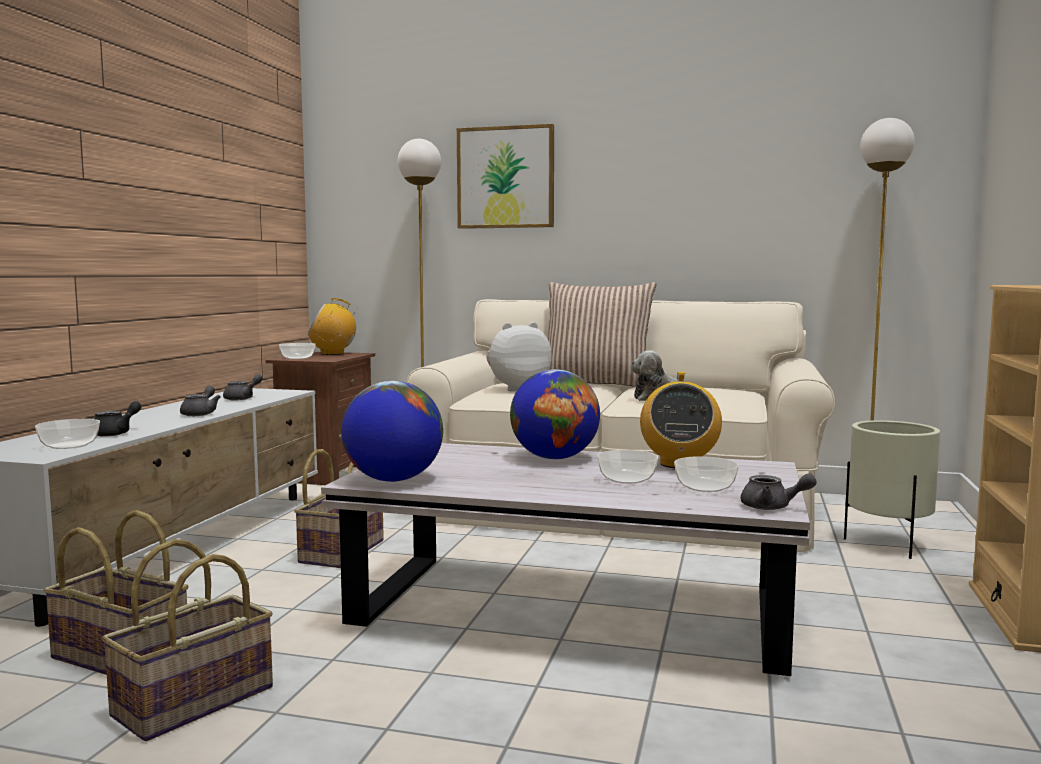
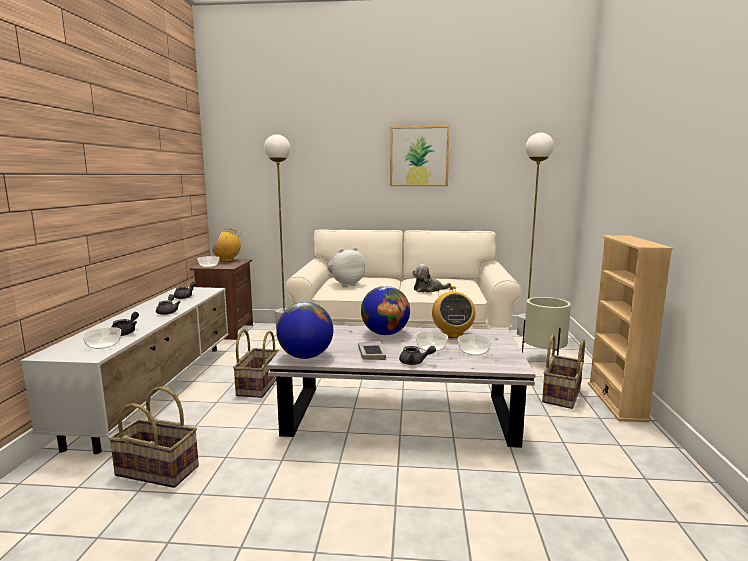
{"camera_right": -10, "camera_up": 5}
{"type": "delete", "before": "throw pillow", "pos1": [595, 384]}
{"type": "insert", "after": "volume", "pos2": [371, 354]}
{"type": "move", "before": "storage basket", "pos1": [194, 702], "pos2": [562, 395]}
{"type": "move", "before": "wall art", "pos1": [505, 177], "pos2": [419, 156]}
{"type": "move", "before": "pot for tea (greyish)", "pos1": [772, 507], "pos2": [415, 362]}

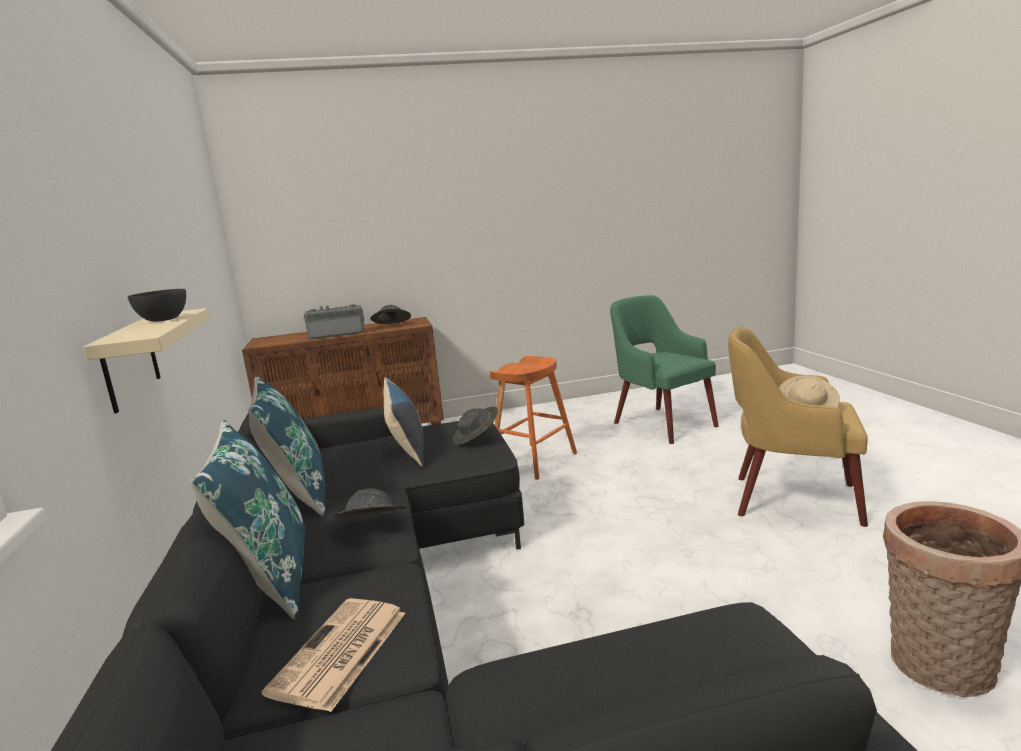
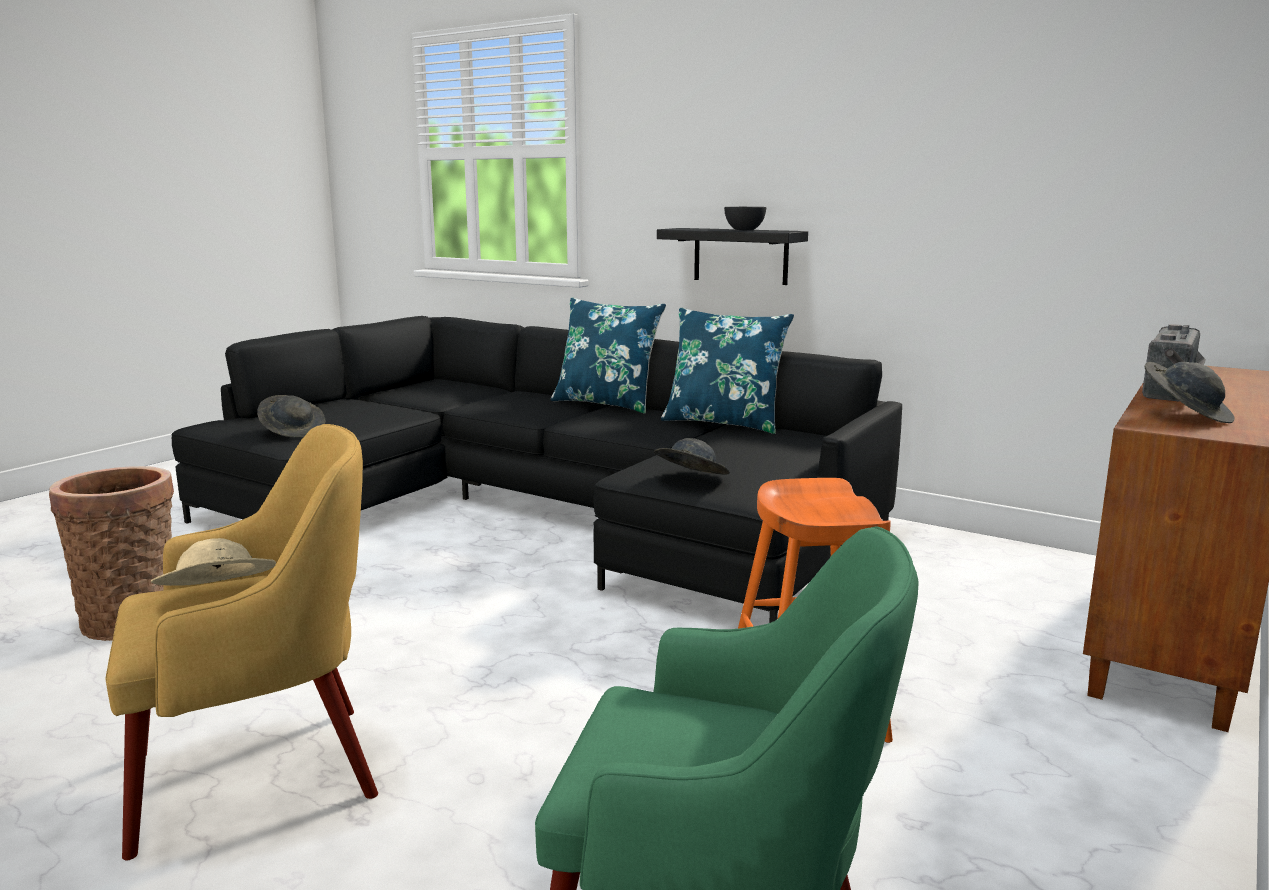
{"camera_right": 135, "camera_up": 0}
{"type": "delete", "before": "newspaper", "pos1": [339, 653]}
{"type": "delete", "before": "throw pillow", "pos1": [406, 446]}
{"type": "move", "before": "wearable hat (greyish)", "pos1": [371, 527], "pos2": [293, 431]}
{"type": "recolor", "before": "shelf (sand-coloured)", "after": "shelf (blackish)", "pos1": [130, 361], "pos2": [740, 256]}

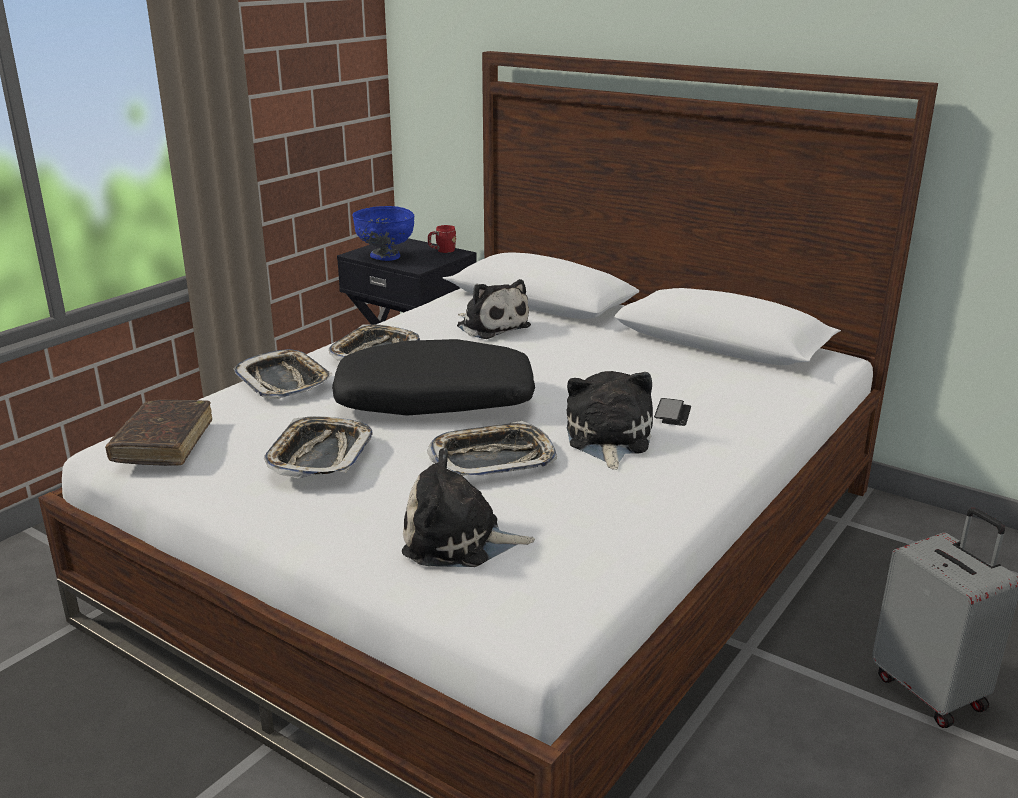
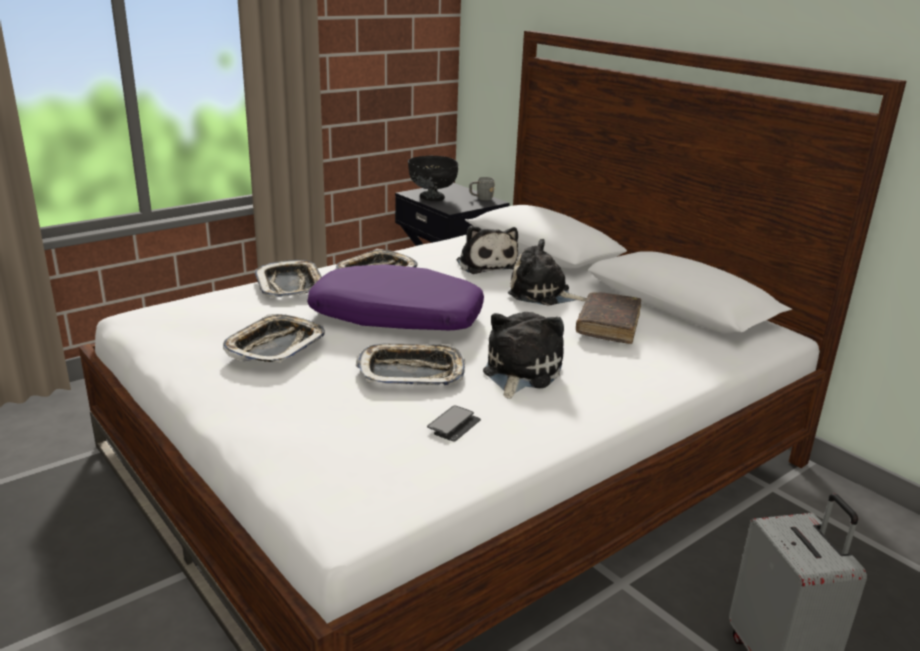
{"camera_right": 15, "camera_up": 0}
{"type": "move", "before": "volume (brown-coloured)", "pos1": [163, 443], "pos2": [608, 325]}
{"type": "move", "before": "cuddly toy", "pos1": [459, 541], "pos2": [542, 294]}
{"type": "move", "before": "handset", "pos1": [672, 413], "pos2": [454, 425]}
{"type": "recolor", "before": "throw pillow (blackish)", "after": "throw pillow (purple-coloured)", "pos1": [434, 401], "pos2": [396, 318]}
{"type": "recolor", "before": "bowl (blue-coloured)", "after": "bowl (blackish)", "pos1": [385, 257], "pos2": [432, 198]}
{"type": "recolor", "before": "tea mug (reddish)", "after": "tea mug (greyish)", "pos1": [442, 251], "pos2": [481, 199]}

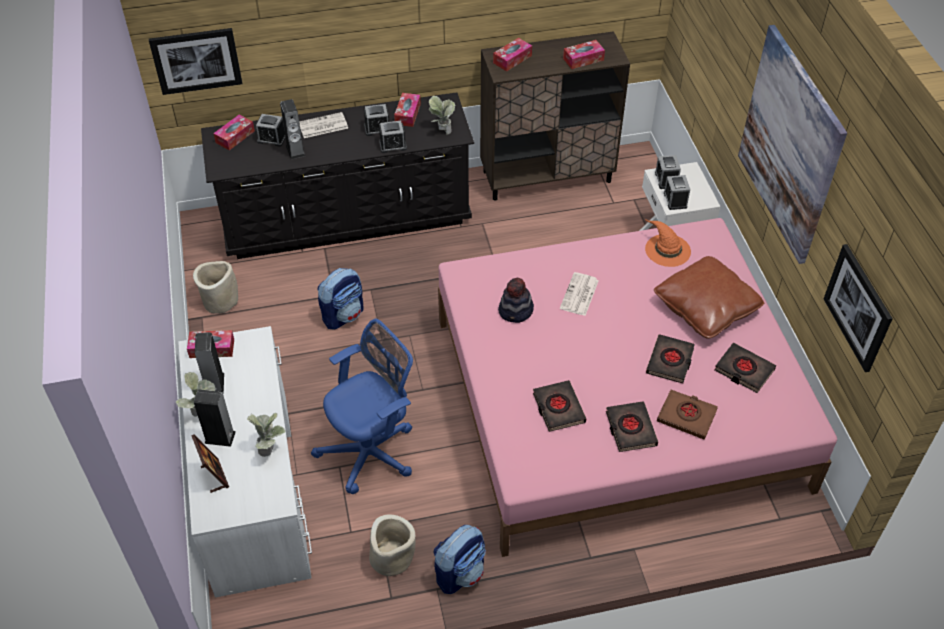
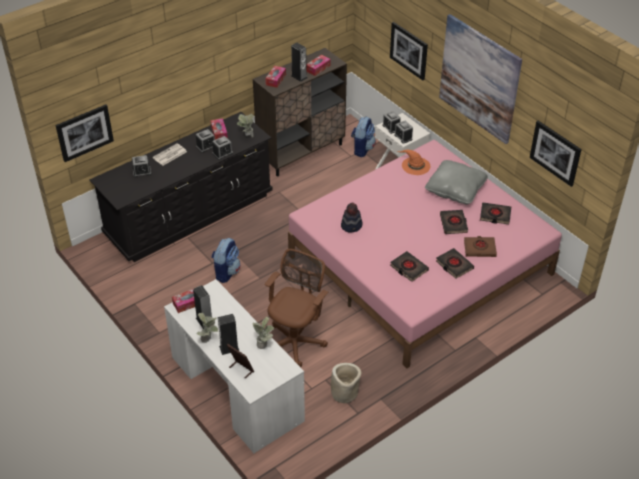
{"camera_right": -25, "camera_up": -5}
{"type": "delete", "before": "plant pot (sand-coloured)", "pos1": [220, 300]}
{"type": "delete", "before": "tissue holder", "pos1": [235, 137]}
{"type": "delete", "before": "newspaper", "pos1": [579, 295]}
{"type": "insert", "after": "wall art", "pos2": [409, 50]}
{"type": "move", "before": "audio speaker", "pos1": [295, 150], "pos2": [299, 76]}
{"type": "move", "before": "rucksack", "pos1": [460, 572], "pos2": [362, 149]}
{"type": "recolor", "before": "office chair (blue-coloured)", "after": "office chair (brown-coloured)", "pos1": [372, 451], "pos2": [295, 341]}
{"type": "recolor", "before": "throw pillow (brown-coloured)", "after": "throw pillow (greyish)", "pos1": [705, 307], "pos2": [455, 189]}

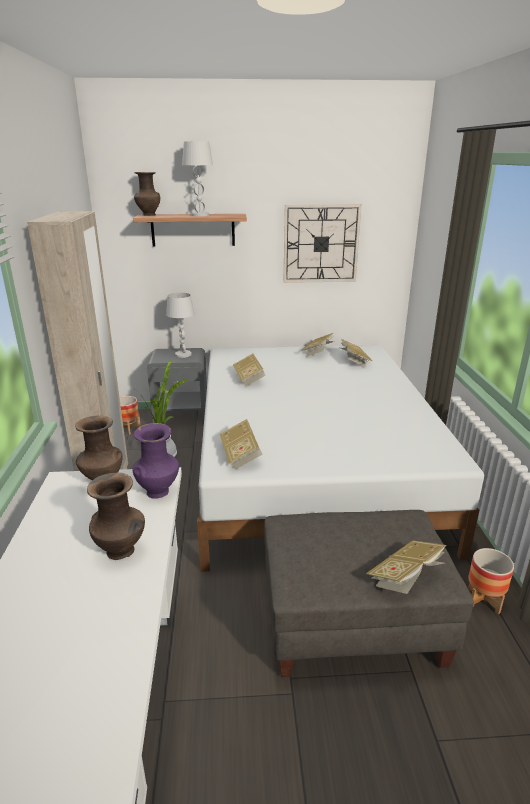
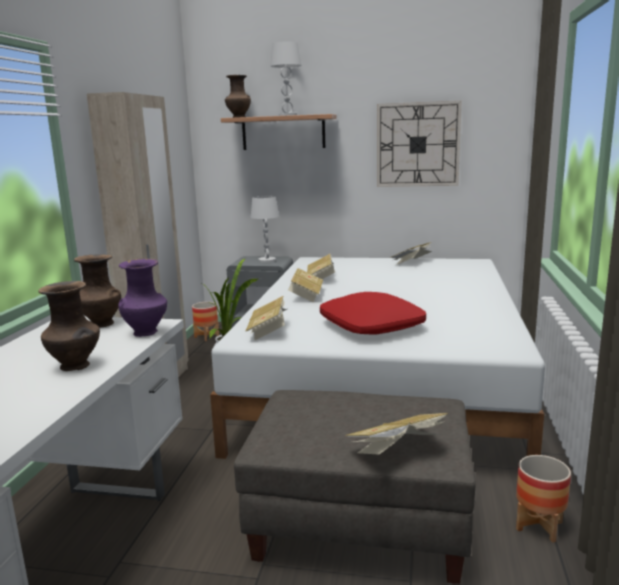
{"camera_right": 15, "camera_up": -10}
{"type": "insert", "after": "throw pillow (reddish)", "pos2": [370, 326]}
{"type": "move", "before": "volume", "pos1": [354, 361], "pos2": [306, 296]}

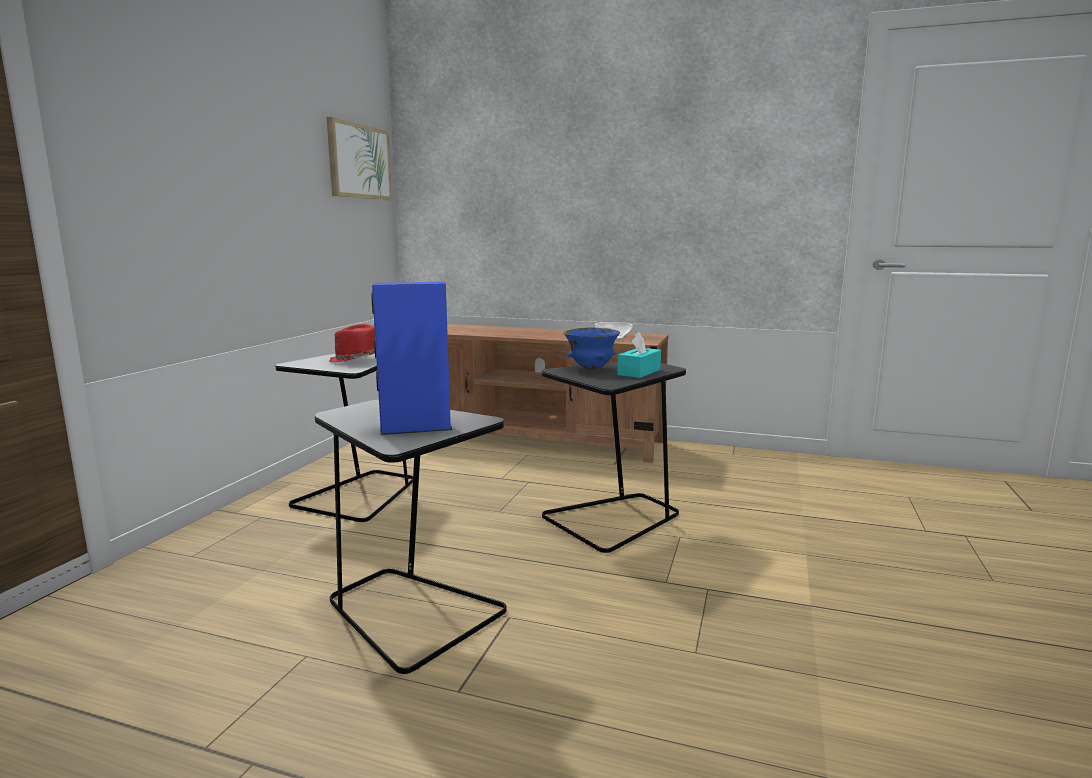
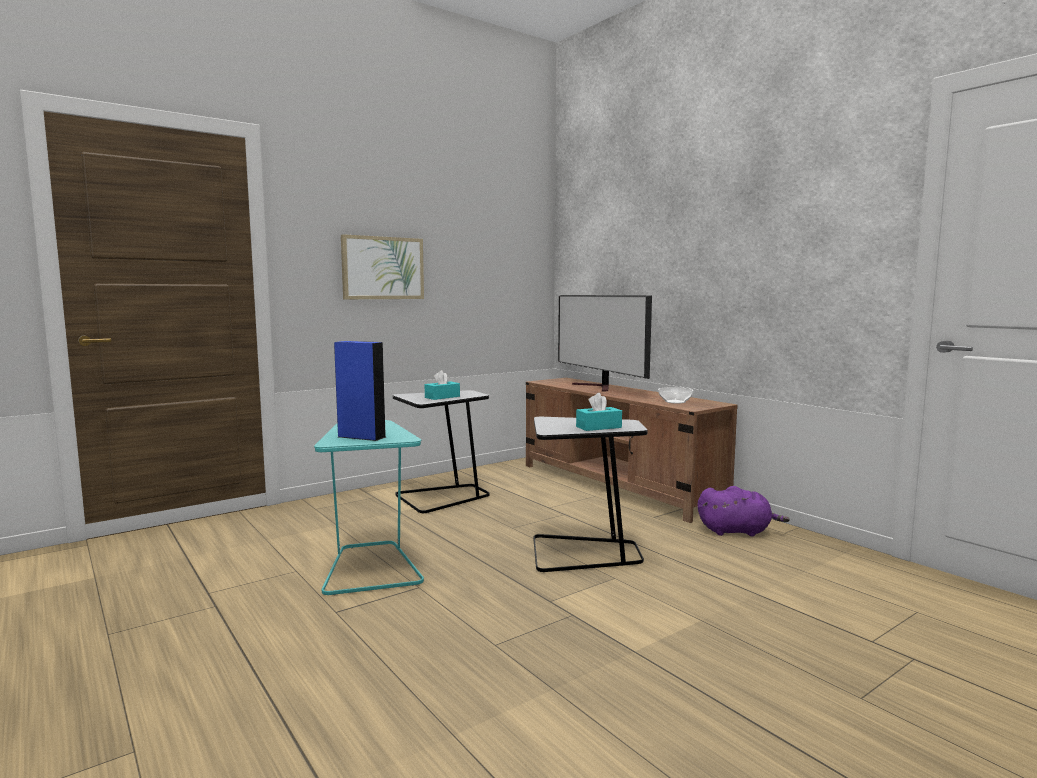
{"camera_right": 35, "camera_up": -5}
{"type": "delete", "before": "bowl (blue-coloured)", "pos1": [591, 368]}
{"type": "insert", "after": "television", "pos2": [599, 387]}
{"type": "insert", "after": "cuddly toy (purple-coloured)", "pos2": [737, 531]}
{"type": "move", "before": "wall art", "pos1": [359, 161], "pos2": [383, 268]}
{"type": "replace", "before": "wearable hat (reddish)", "after": "tissue holder (turquoise)", "pos1": [358, 360], "pos2": [442, 397]}
{"type": "recolor", "before": "side table (blackish)", "after": "side table (turquoise)", "pos1": [409, 613], "pos2": [371, 568]}

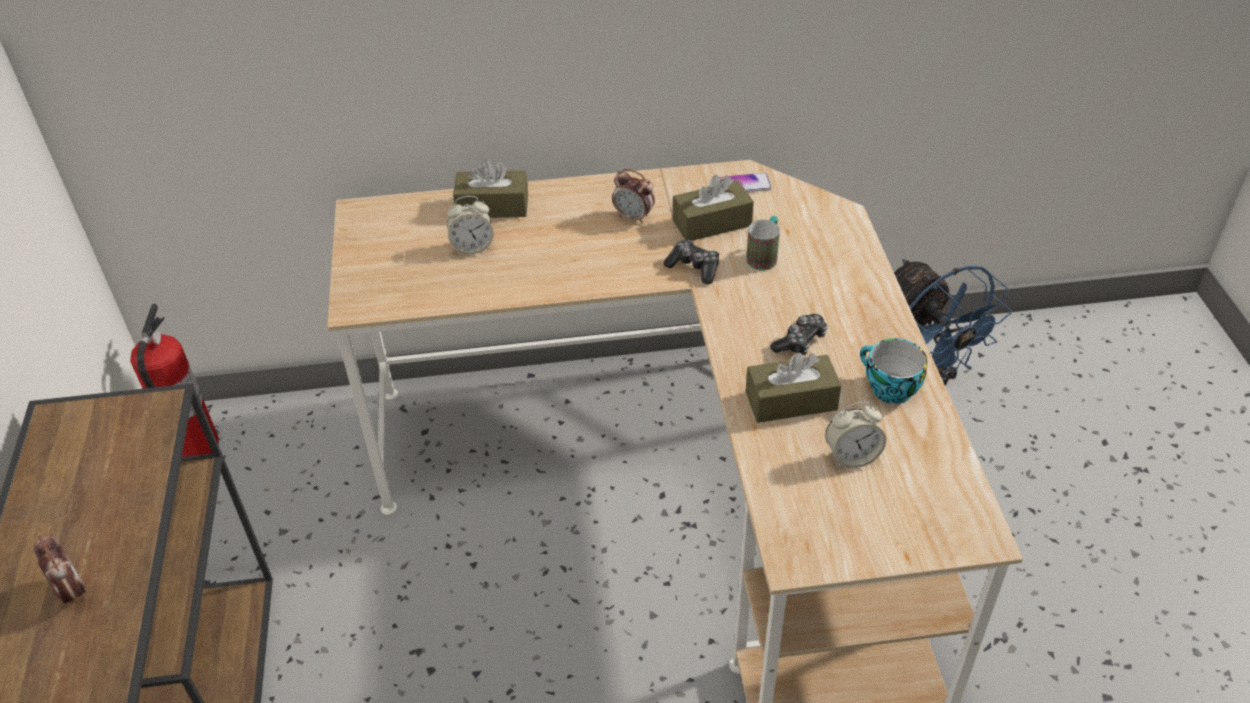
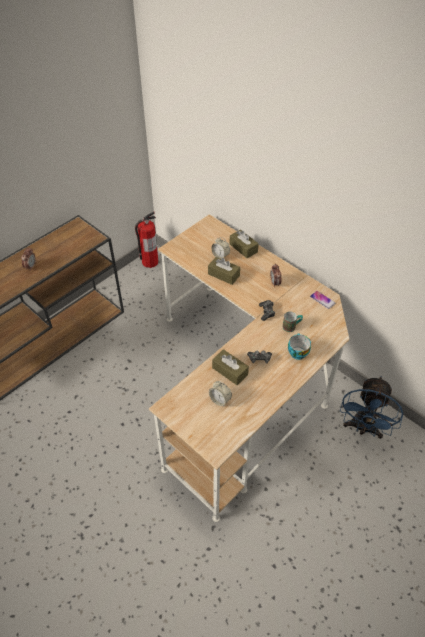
{"camera_right": 50, "camera_up": 5}
{"type": "move", "before": "tissue holder (brown-coloured)", "pos1": [712, 223], "pos2": [223, 275]}
{"type": "move", "before": "drinking cup", "pos1": [888, 389], "pos2": [297, 352]}

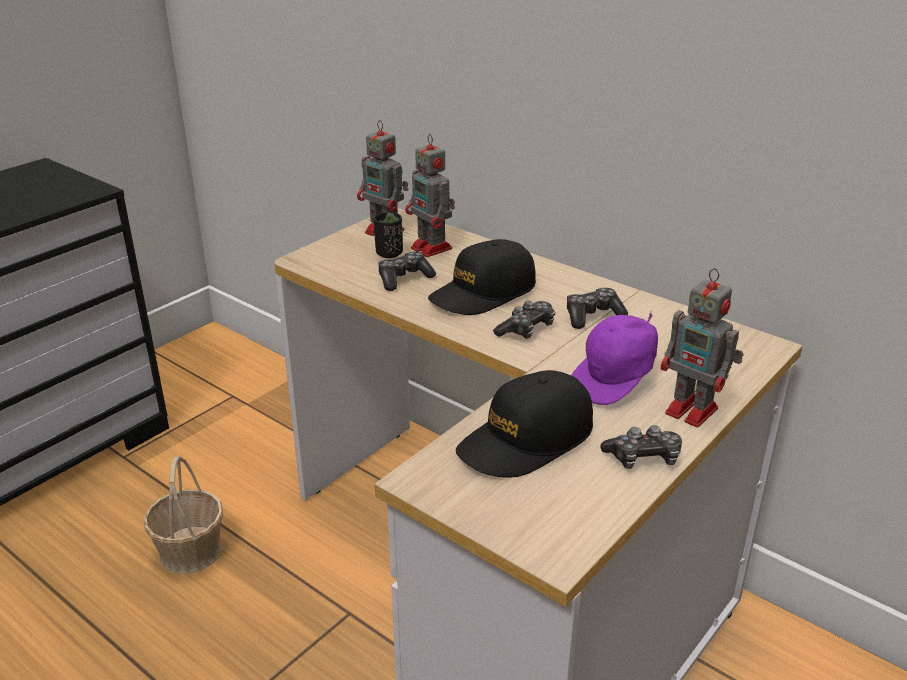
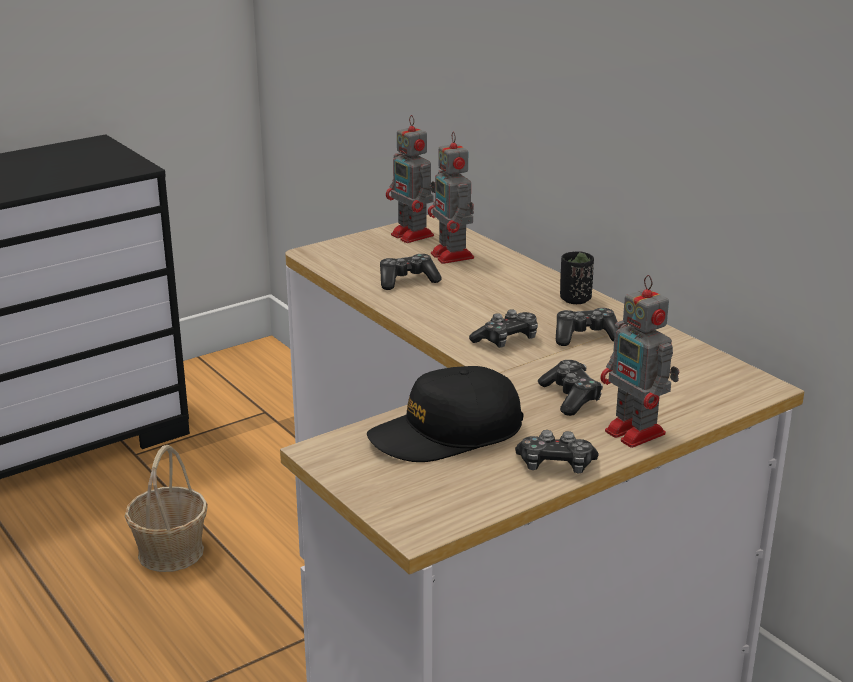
{"camera_right": 15, "camera_up": -5}
{"type": "delete", "before": "peaked cap (blackish)", "pos1": [483, 293]}
{"type": "move", "before": "drinking cup (blackish)", "pos1": [389, 253], "pos2": [575, 299]}
{"type": "replace", "before": "peaked cap (purple-coloured)", "after": "game controller", "pos1": [615, 381], "pos2": [571, 397]}

